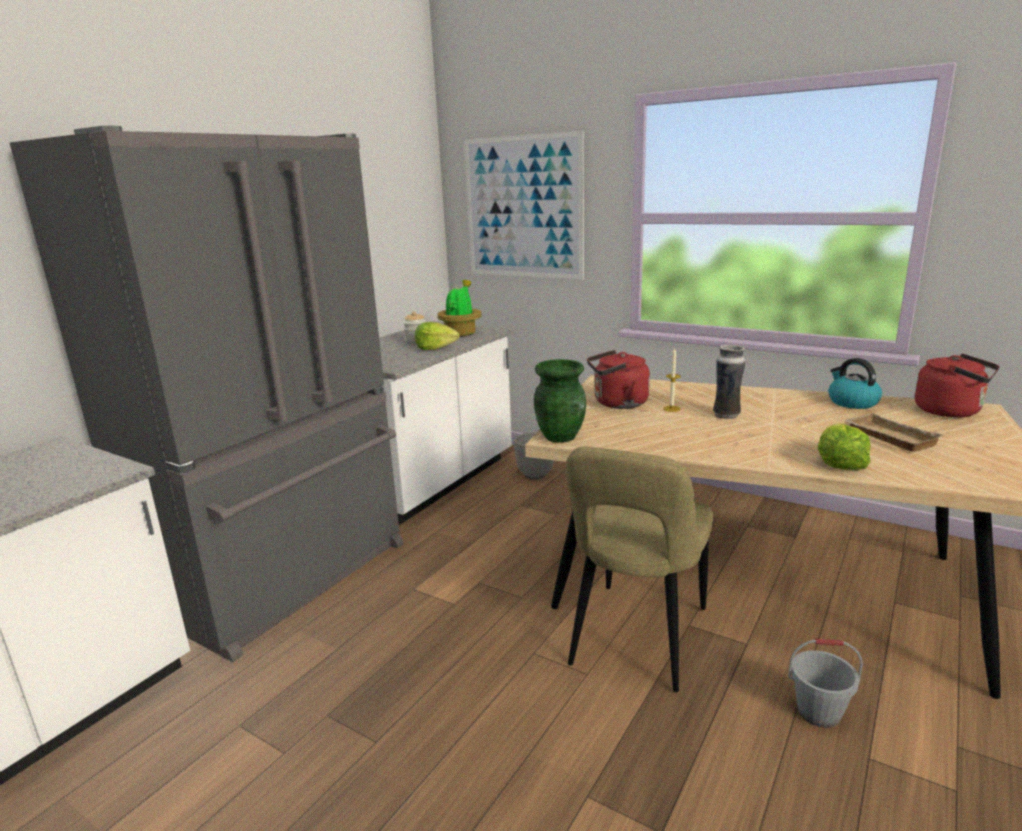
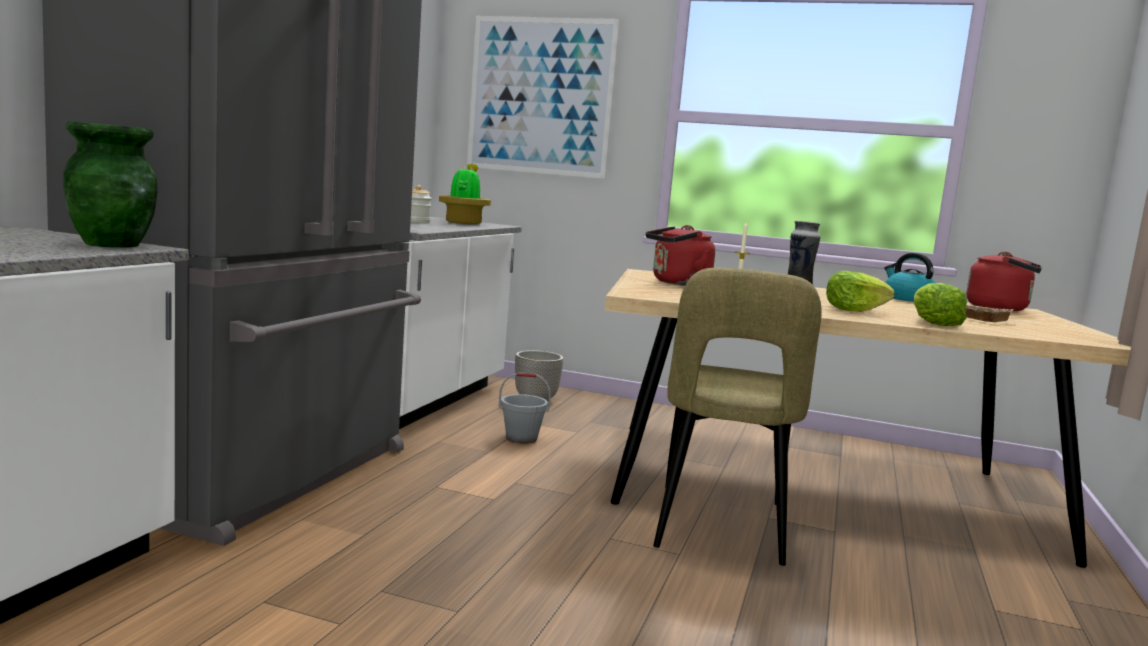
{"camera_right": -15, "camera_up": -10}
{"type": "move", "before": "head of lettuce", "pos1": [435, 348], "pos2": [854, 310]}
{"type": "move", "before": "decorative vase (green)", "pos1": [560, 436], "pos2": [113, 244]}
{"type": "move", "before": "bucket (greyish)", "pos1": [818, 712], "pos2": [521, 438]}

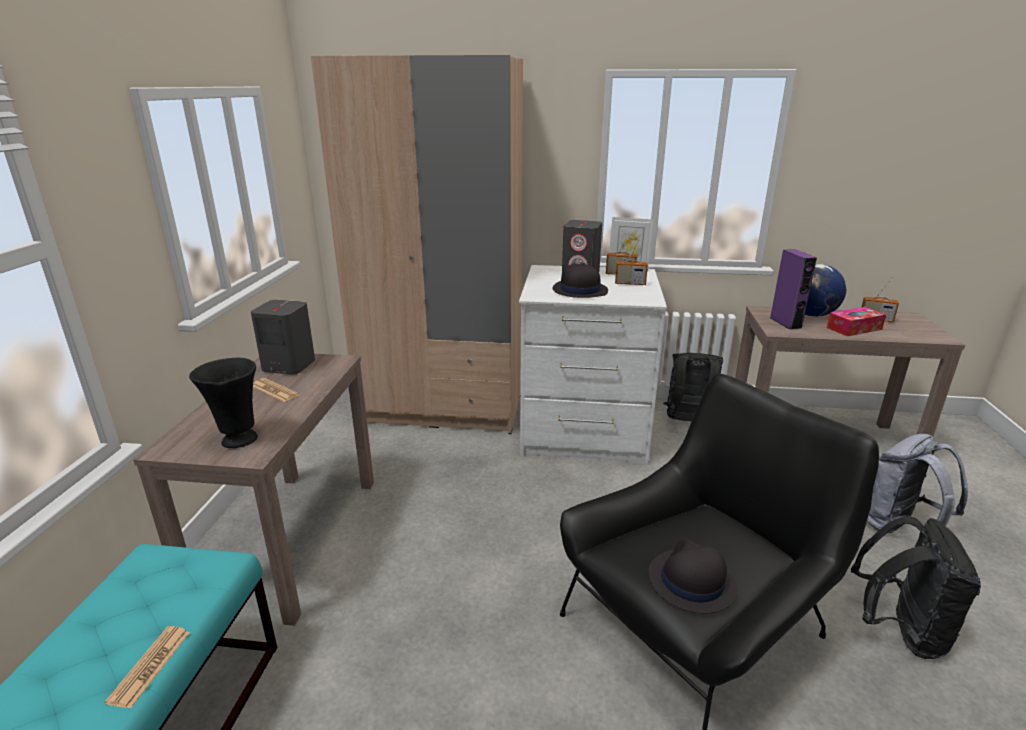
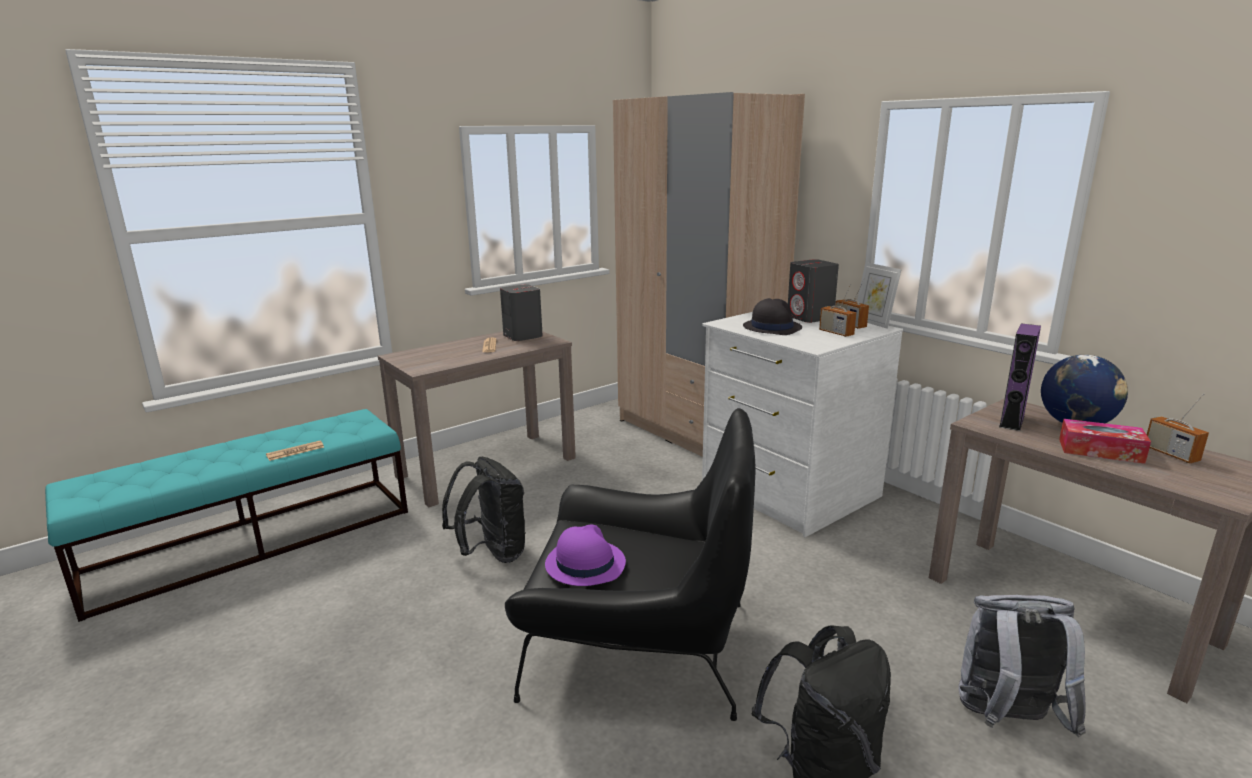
{"camera_right": 45, "camera_up": -5}
{"type": "delete", "before": "decorative vase (blackish)", "pos1": [238, 440]}
{"type": "move", "before": "rucksack (blackish)", "pos1": [688, 423], "pos2": [492, 553]}
{"type": "recolor", "before": "wearable hat (blackish)", "after": "wearable hat (purple-coloured)", "pos1": [691, 581], "pos2": [584, 564]}

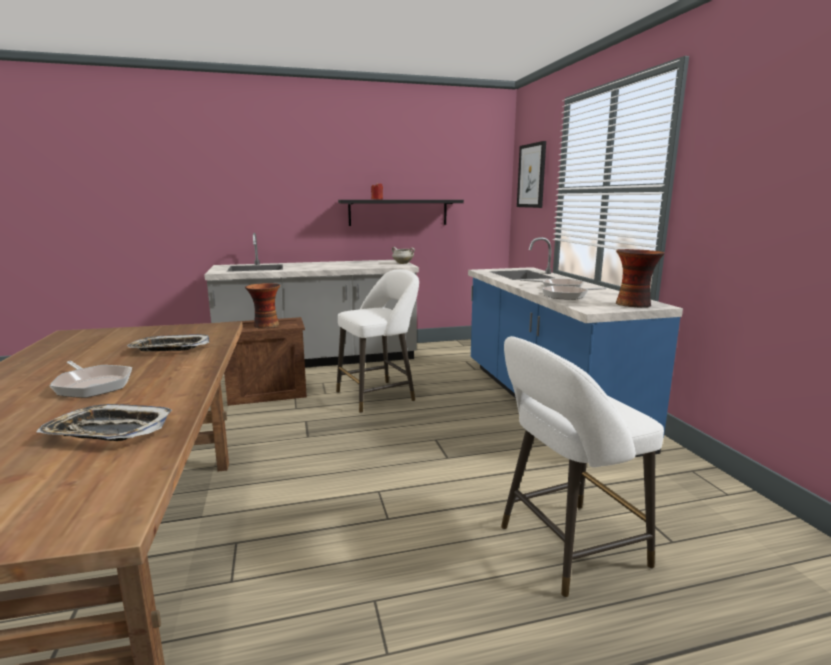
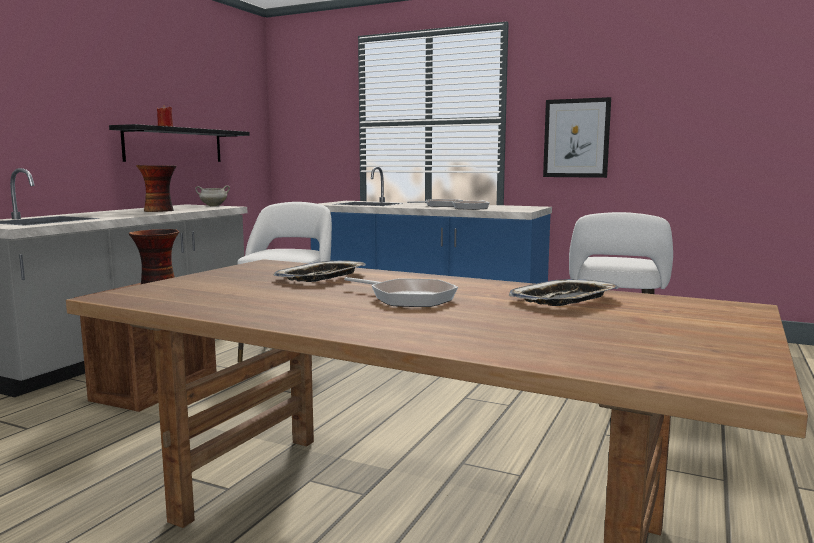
{"camera_right": -50, "camera_up": -5}
{"type": "move", "before": "wall art", "pos1": [532, 176], "pos2": [576, 138]}
{"type": "move", "before": "decorative vase", "pos1": [634, 304], "pos2": [159, 211]}
{"type": "rotate", "before": "frying pan", "pos1": [92, 385], "pos2": [408, 298], "turn": 45}

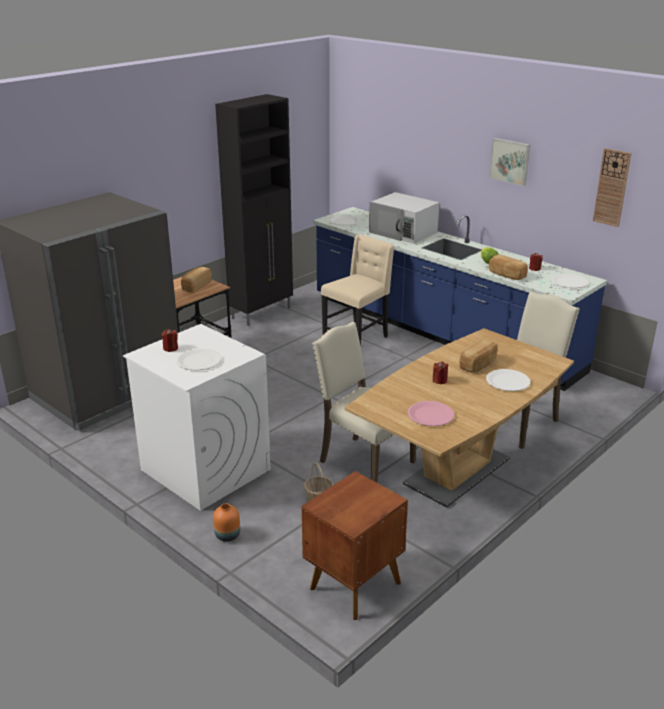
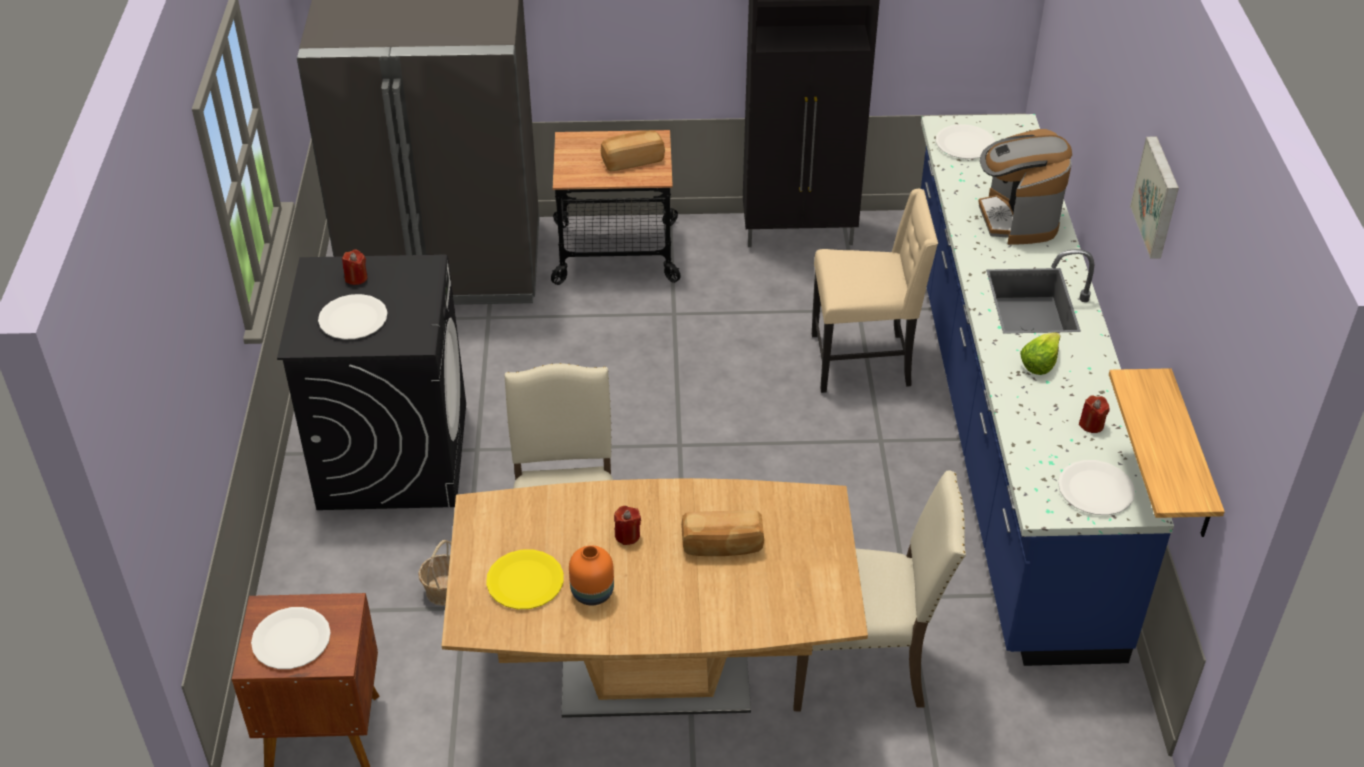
{"camera_right": 45, "camera_up": 15}
{"type": "delete", "before": "bakery bread", "pos1": [506, 275]}
{"type": "delete", "before": "clock on the wall", "pos1": [612, 187]}
{"type": "insert", "after": "shelf", "pos2": [1190, 458]}
{"type": "move", "before": "decorative vase (orangey)", "pos1": [228, 535], "pos2": [592, 594]}
{"type": "move", "before": "plate (whitish)", "pos1": [508, 381], "pos2": [291, 639]}
{"type": "replace", "before": "microwave (whitish)", "after": "coffee machine", "pos1": [403, 232], "pos2": [1017, 219]}
{"type": "recolor", "before": "washing machine (whitish)", "after": "washing machine (blackish)", "pos1": [205, 469], "pos2": [393, 455]}
{"type": "recolor", "before": "plate (pinkish)", "after": "plate (yellowish)", "pos1": [430, 415], "pos2": [525, 581]}

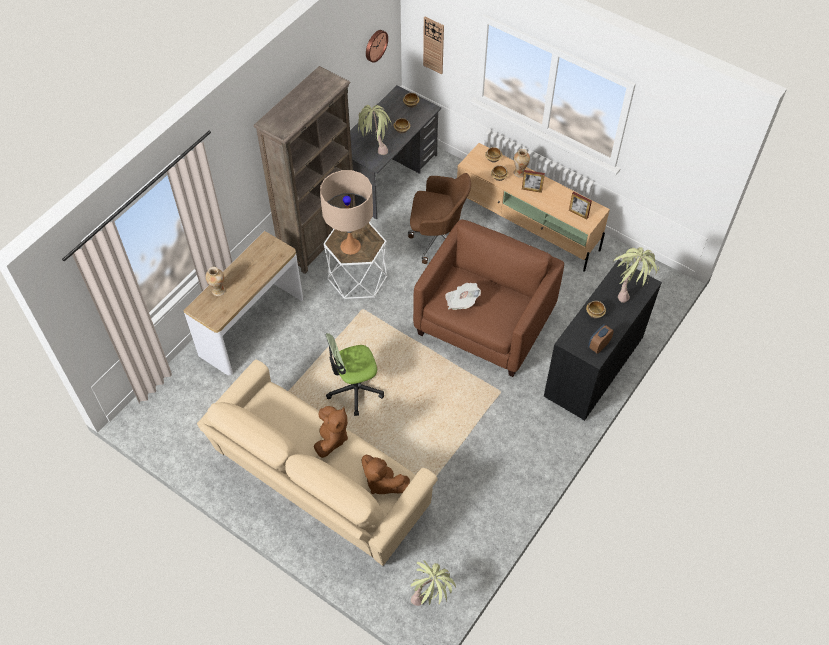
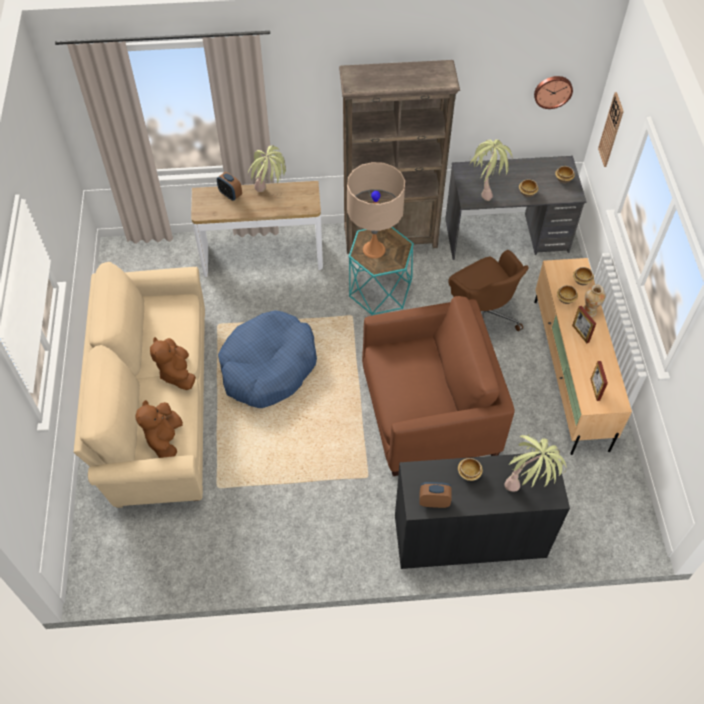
{"camera_right": 50, "camera_up": 0}
{"type": "delete", "before": "newspaper", "pos1": [461, 301]}
{"type": "move", "before": "plant in a pot", "pos1": [431, 597], "pos2": [270, 195]}
{"type": "replace", "before": "decorative vase", "after": "bedside clock", "pos1": [218, 291], "pos2": [230, 195]}
{"type": "replace", "before": "office chair", "after": "pet bed (blue-coloured)", "pos1": [355, 389], "pos2": [268, 367]}
{"type": "recolor", "before": "side table (whitish)", "after": "side table (turquoise)", "pos1": [357, 278], "pos2": [379, 290]}
{"type": "rotate", "before": "cuddly toy (brown-coloured)", "pos1": [331, 438], "pos2": [177, 373], "turn": 105}

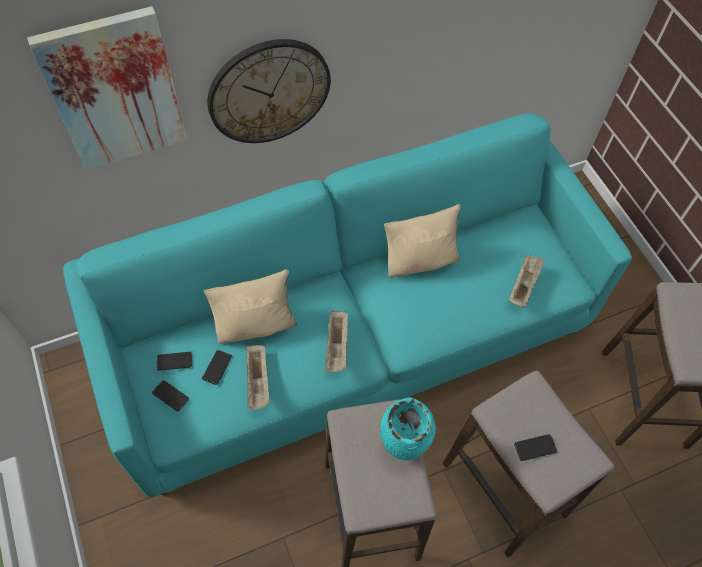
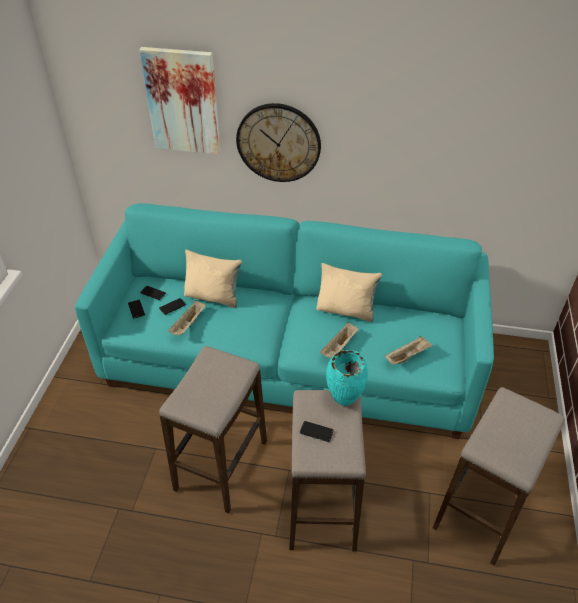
{"camera_right": 35, "camera_up": -15}
{"type": "move", "before": "serving tray (sand-coloured)", "pos1": [337, 347], "pos2": [339, 347]}
{"type": "move", "before": "decorative vase (turquoise)", "pos1": [403, 448], "pos2": [344, 402]}

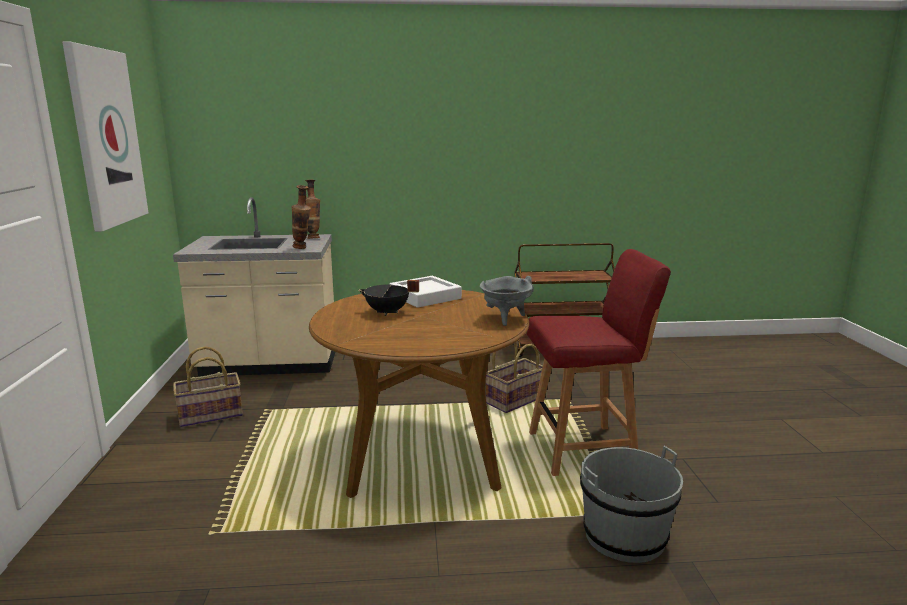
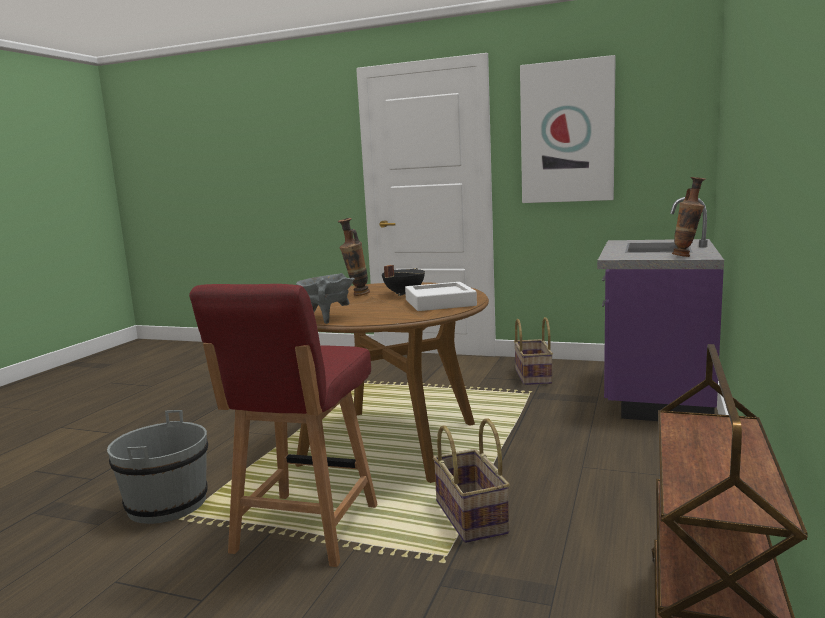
{"camera_right": 115, "camera_up": -5}
{"type": "move", "before": "decorative vase", "pos1": [302, 248], "pos2": [356, 295]}
{"type": "recolor", "before": "counter (sand-coloured)", "after": "counter (purple-coloured)", "pos1": [269, 364], "pos2": [653, 393]}

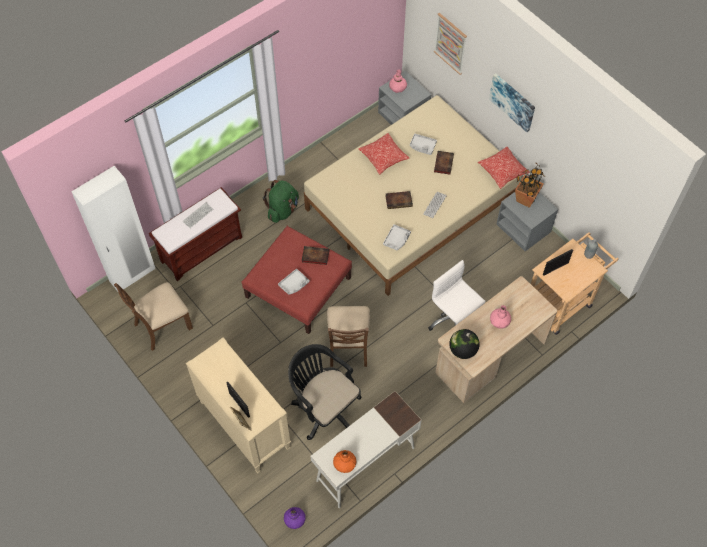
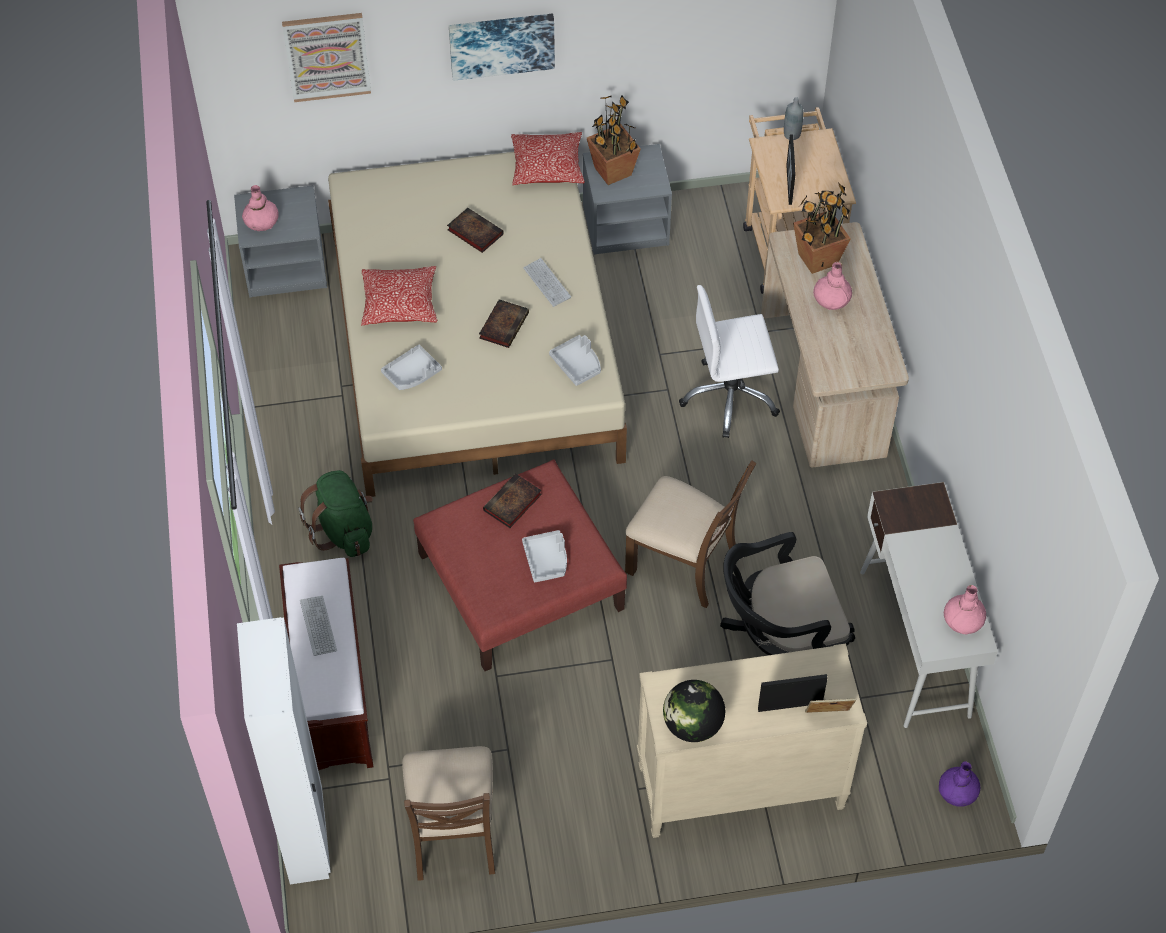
{"camera_right": -60, "camera_up": -5}
{"type": "insert", "after": "plant in a pot", "pos2": [817, 259]}
{"type": "move", "before": "serving tray (greyish)", "pos1": [422, 146], "pos2": [412, 374]}
{"type": "move", "before": "desk globe", "pos1": [463, 350], "pos2": [692, 725]}
{"type": "recolor", "before": "decorative vase (orangey)", "after": "decorative vase (pinkish)", "pos1": [345, 463], "pos2": [963, 620]}

